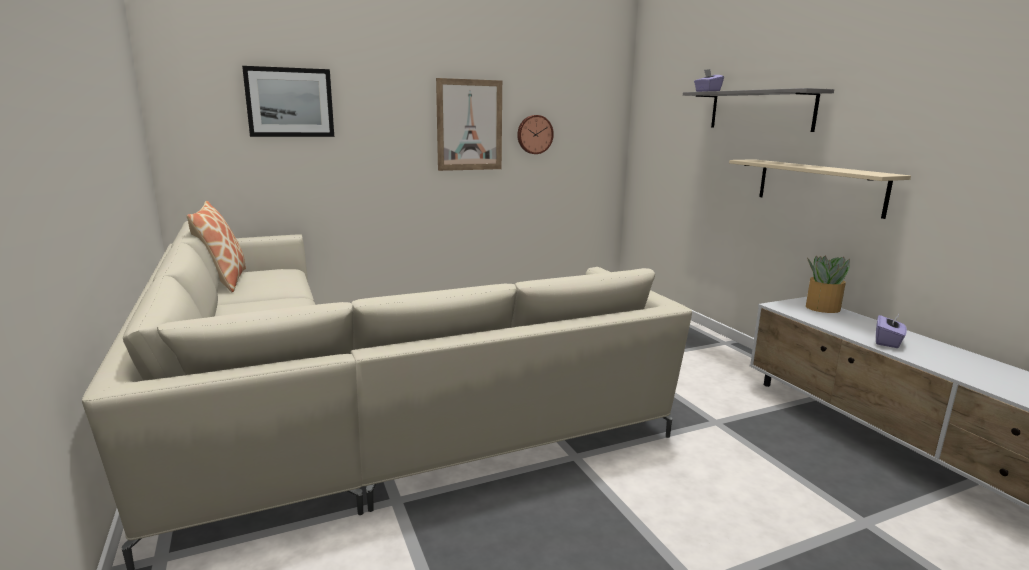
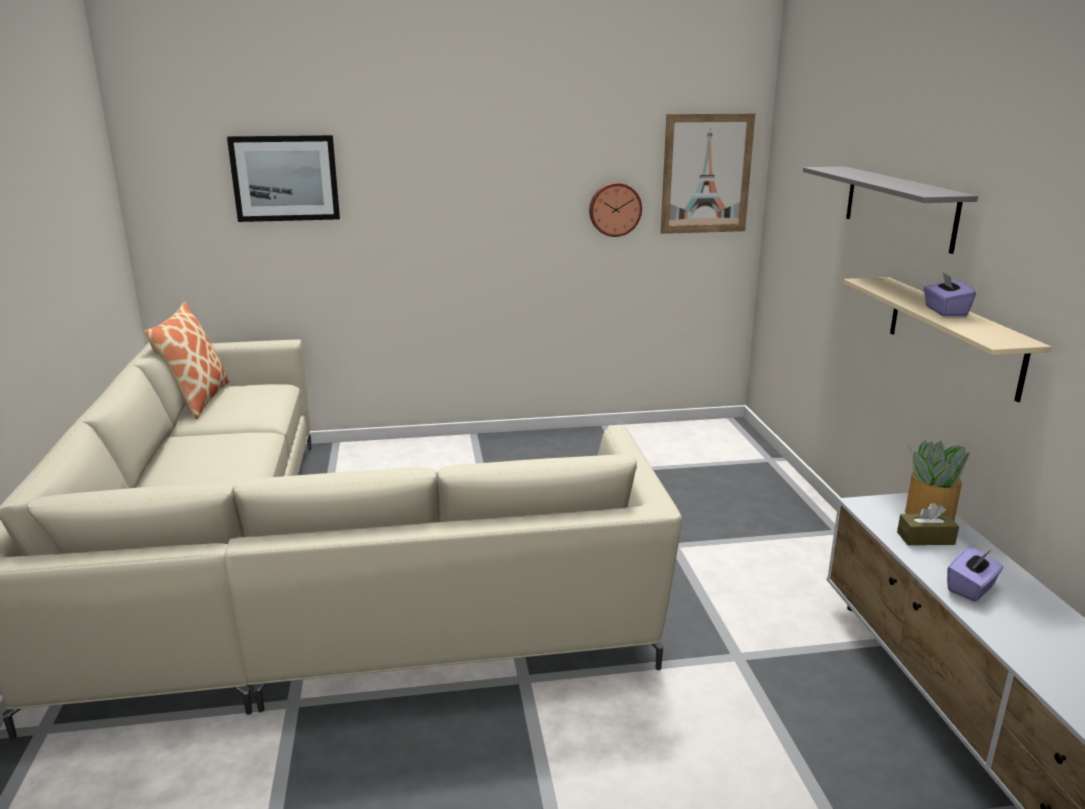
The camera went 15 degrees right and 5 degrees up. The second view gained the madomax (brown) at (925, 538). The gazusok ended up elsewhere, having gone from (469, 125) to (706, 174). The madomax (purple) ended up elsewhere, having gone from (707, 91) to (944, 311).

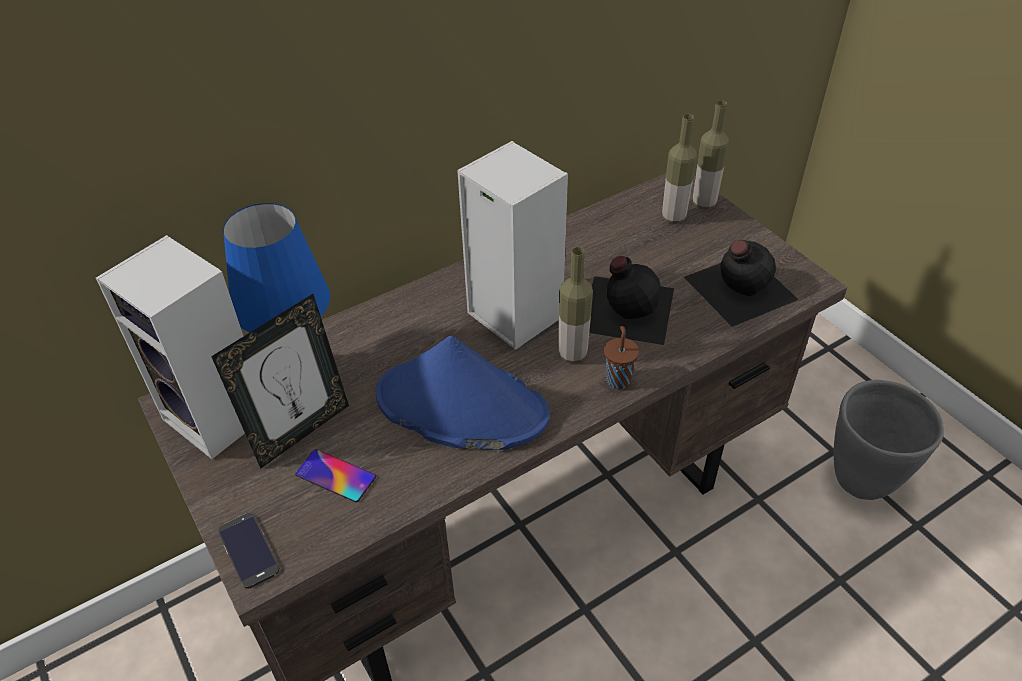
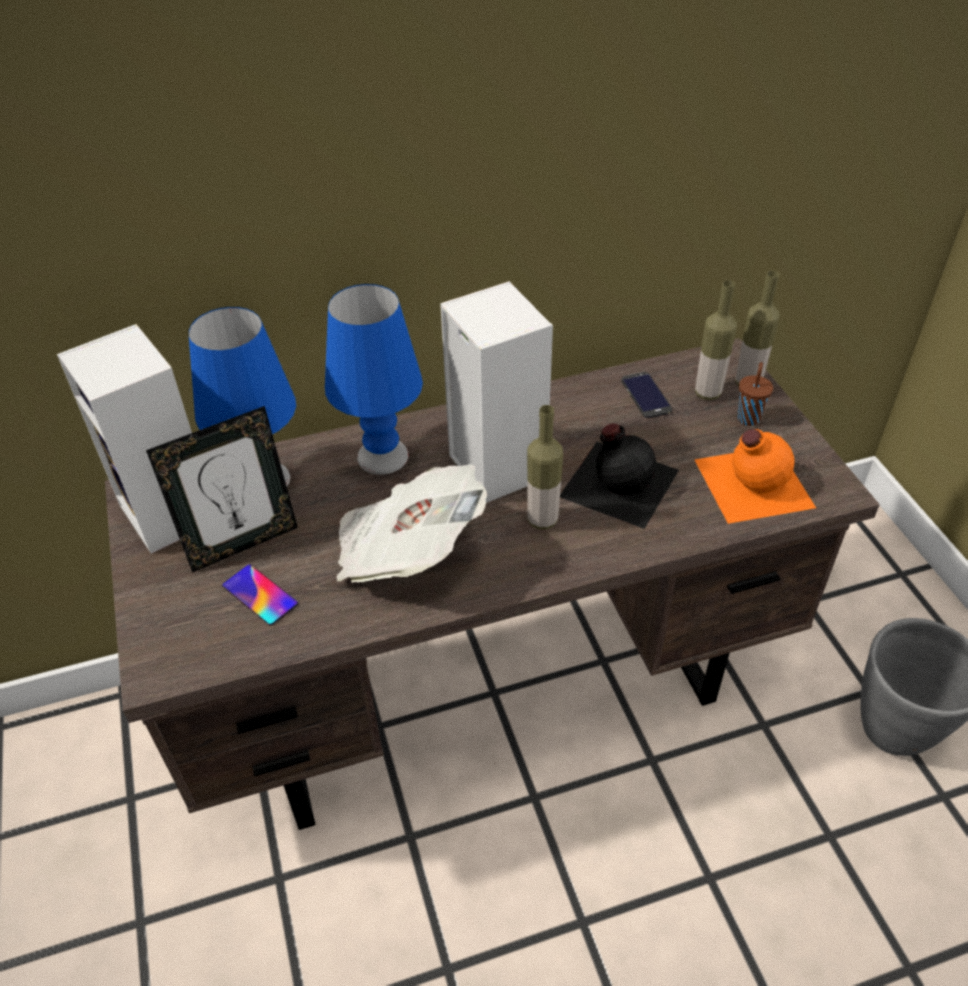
The camera went 15 degrees right and 0 degrees up. The second view gained the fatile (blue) at (382, 456). The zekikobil ended up elsewhere, having gone from (248, 550) to (646, 395). The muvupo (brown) ended up elsewhere, having gone from (618, 379) to (748, 417). Where the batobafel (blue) stood at (460, 406), the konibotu came to stand at (407, 550). What was the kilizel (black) at (738, 287) turned into the kilizel (orange) at (751, 482).

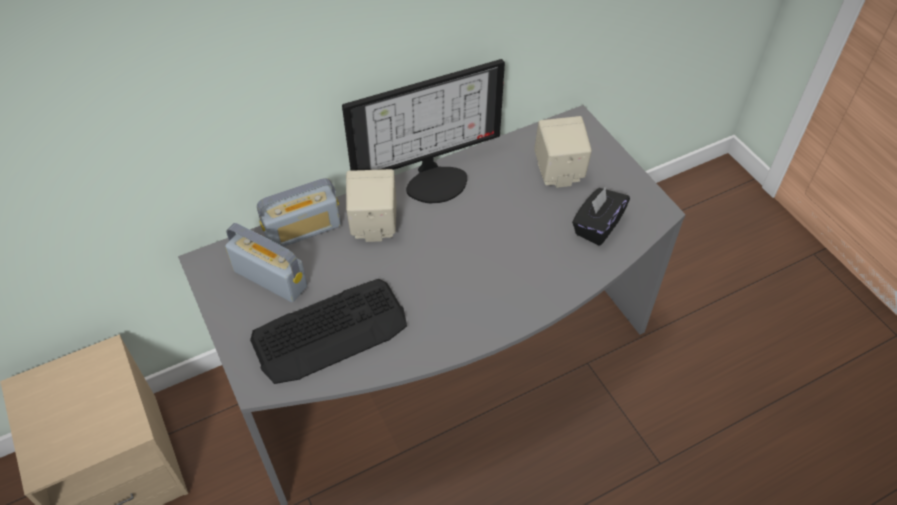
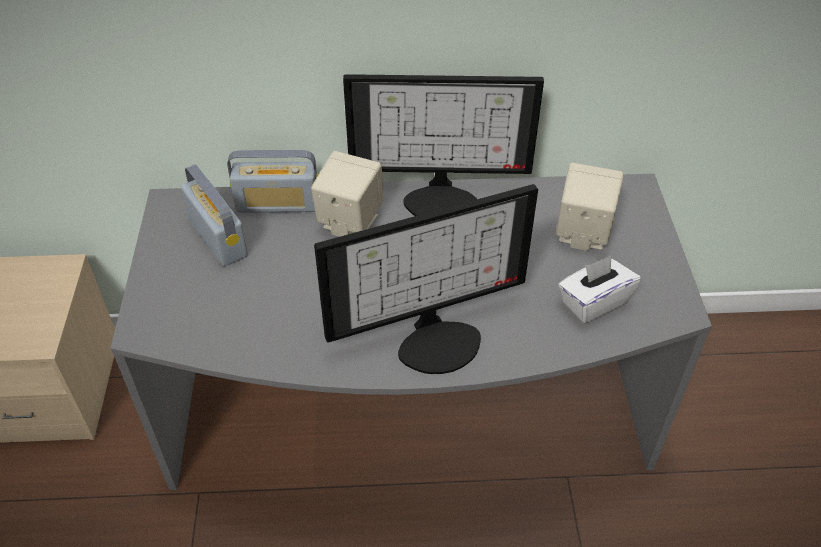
The camera went 25 degrees right and 5 degrees down. The second view lost the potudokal at (331, 331). The second view gained the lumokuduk at (437, 339). What was the madomax (black) at (597, 226) turned into the madomax (white) at (594, 302).

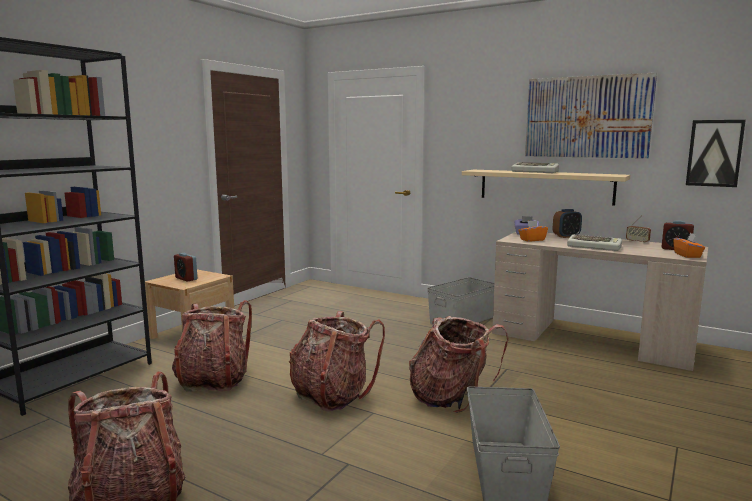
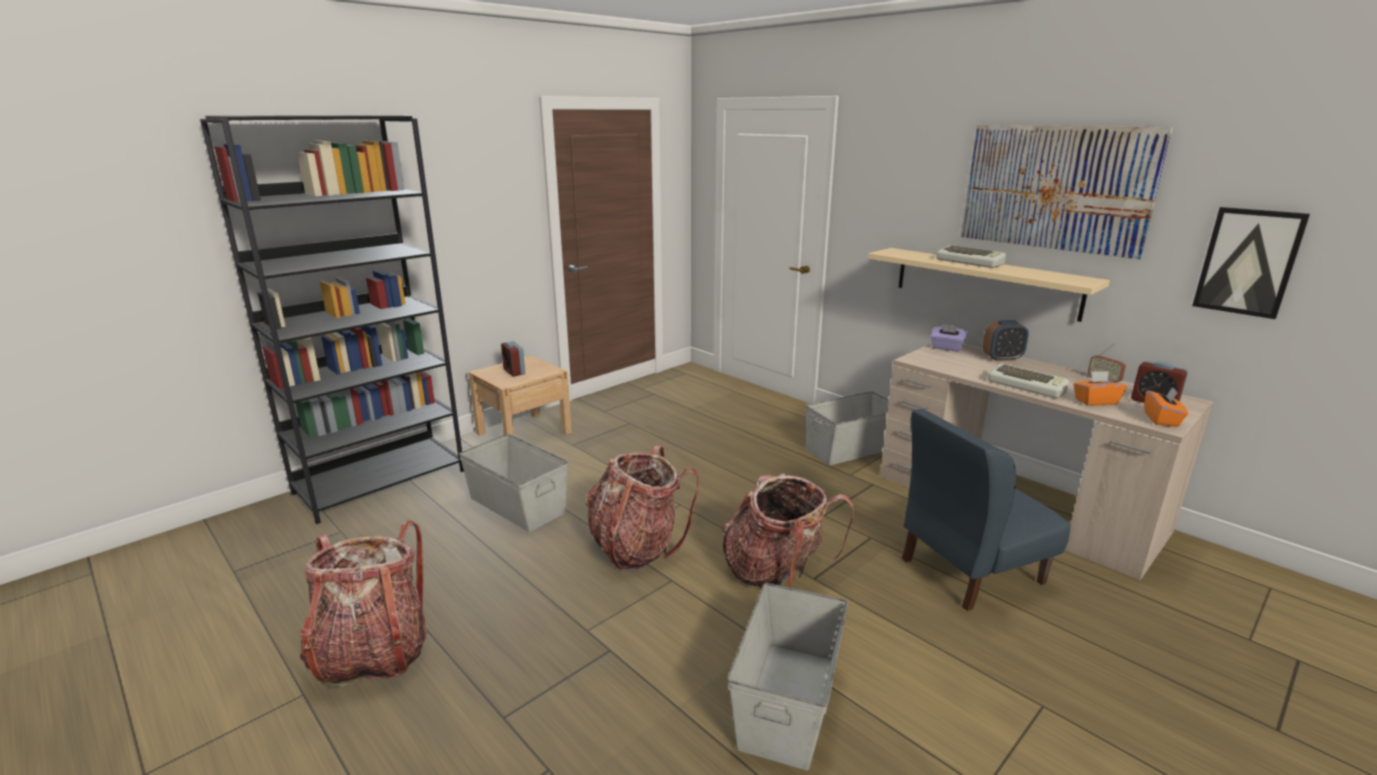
The camera went 15 degrees right and 10 degrees up. The second view gained the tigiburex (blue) at (970, 570). The madomax (orange) ended up elsewhere, having gone from (532, 240) to (1095, 401). Where the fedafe stood at (213, 380), the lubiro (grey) came to stand at (517, 504).

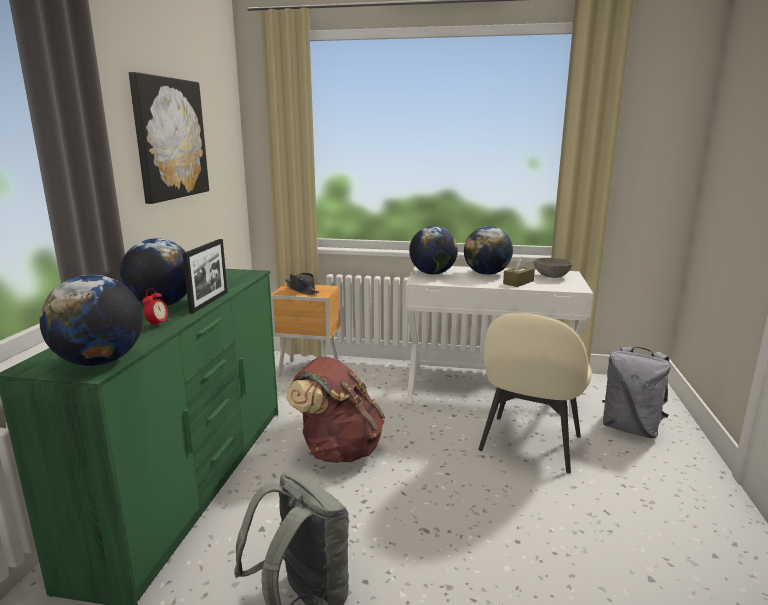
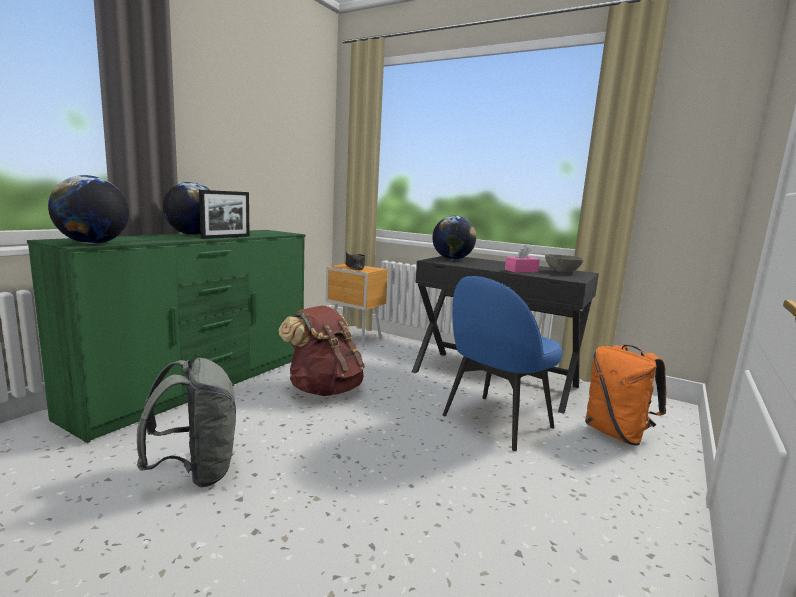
The camera went 20 degrees right and 5 degrees down. The second view lost the gazusok at (170, 139). The second view lost the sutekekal at (157, 324). The second view lost the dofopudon at (486, 274). What was the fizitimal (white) at (489, 391) turned into the fizitimal (black) at (494, 378). What was the tigiburex (beige) at (529, 445) turned into the tigiburex (blue) at (495, 422). What was the madomax (brown) at (518, 282) turned into the madomax (pink) at (521, 270). What was the fedafe (grey) at (631, 428) turned into the fedafe (orange) at (617, 434).

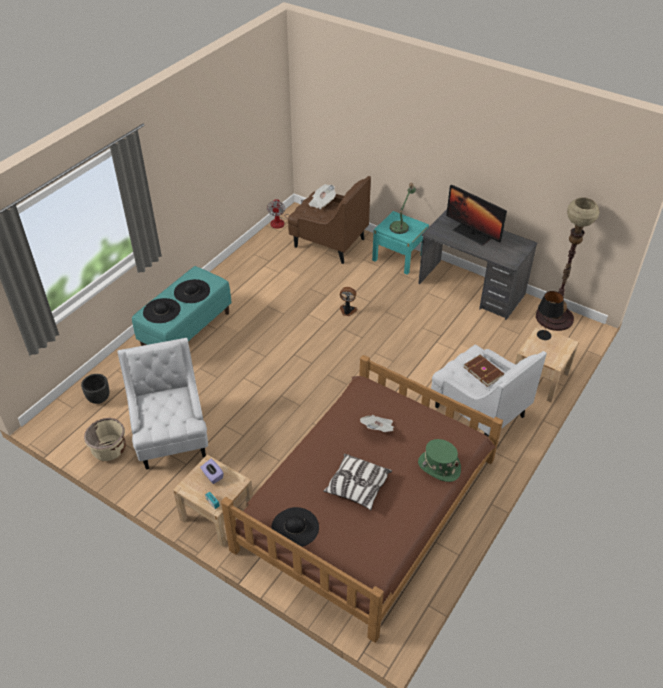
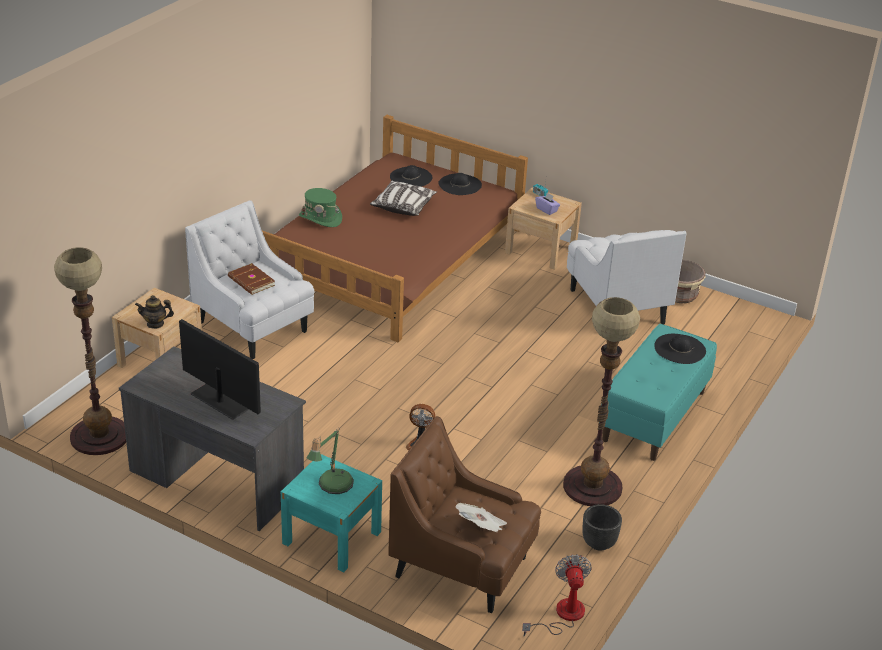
The camera went 175 degrees right and 10 degrees down. The second view lost the konibotu at (378, 429). The second view gained the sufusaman at (592, 487). The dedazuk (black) ended up elsewhere, having gone from (98, 398) to (599, 542). The batobafel (black) ended up elsewhere, having gone from (192, 291) to (411, 177). Where the fatile (black) stood at (543, 335), the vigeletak came to stand at (155, 324).

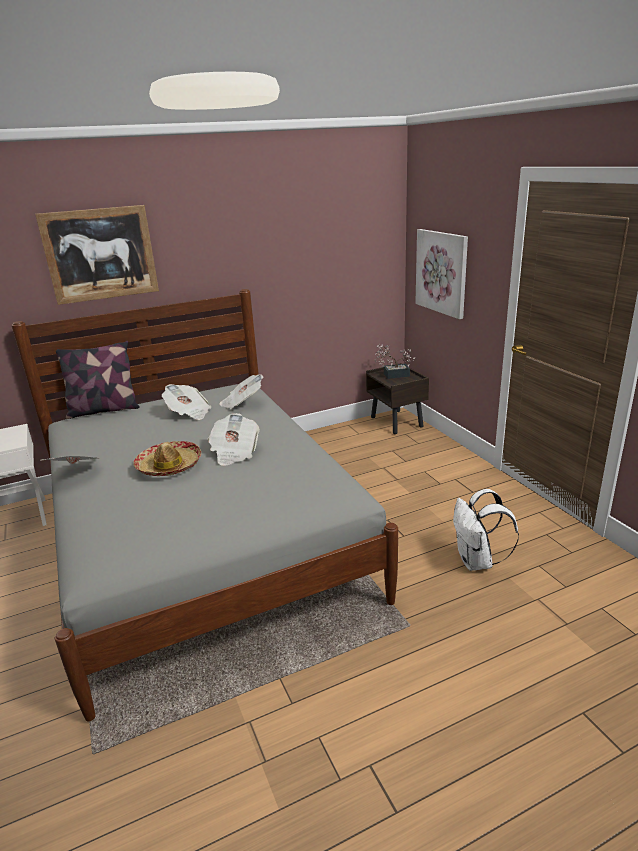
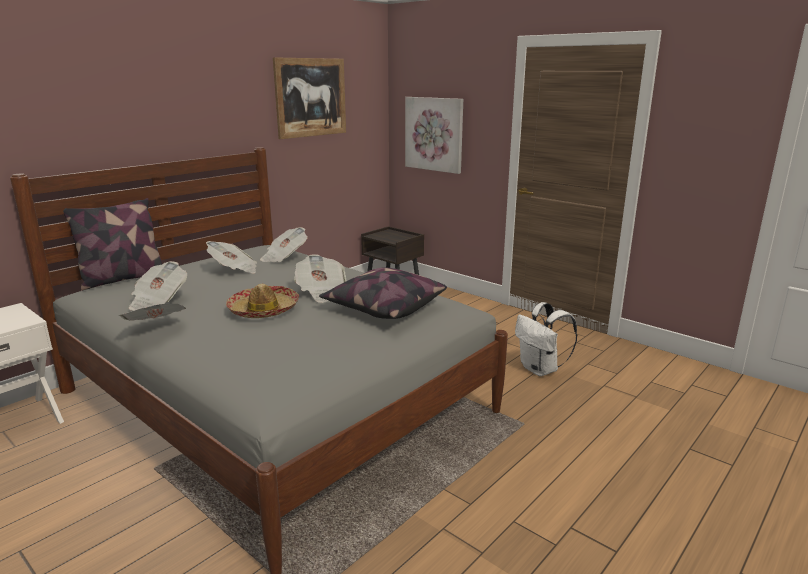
The camera went 25 degrees left and 5 degrees down. The second view lost the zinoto at (393, 375). The second view gained the konibotu at (158, 301). The second view gained the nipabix at (383, 308). The gazusok ended up elsewhere, having gone from (100, 254) to (311, 97).

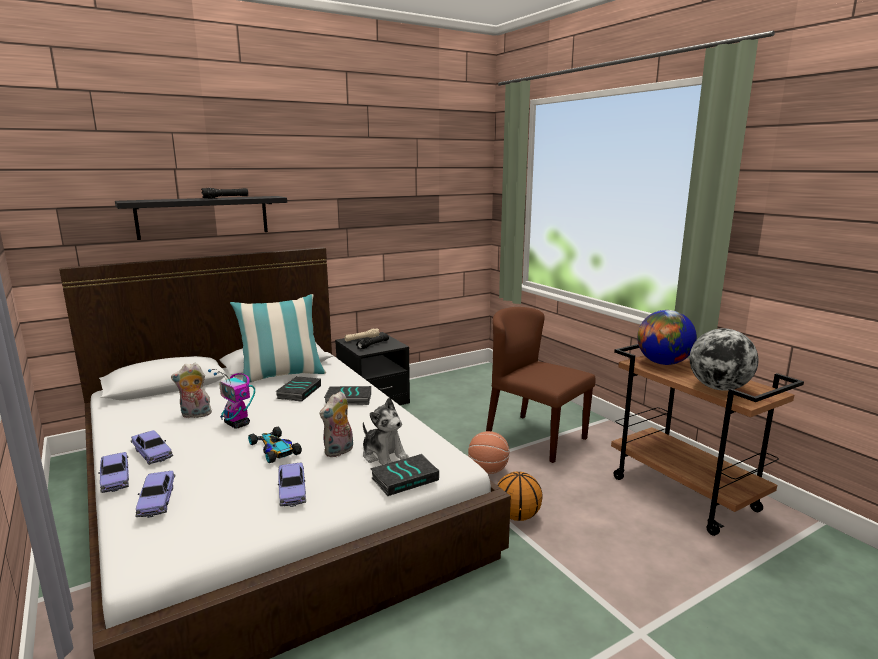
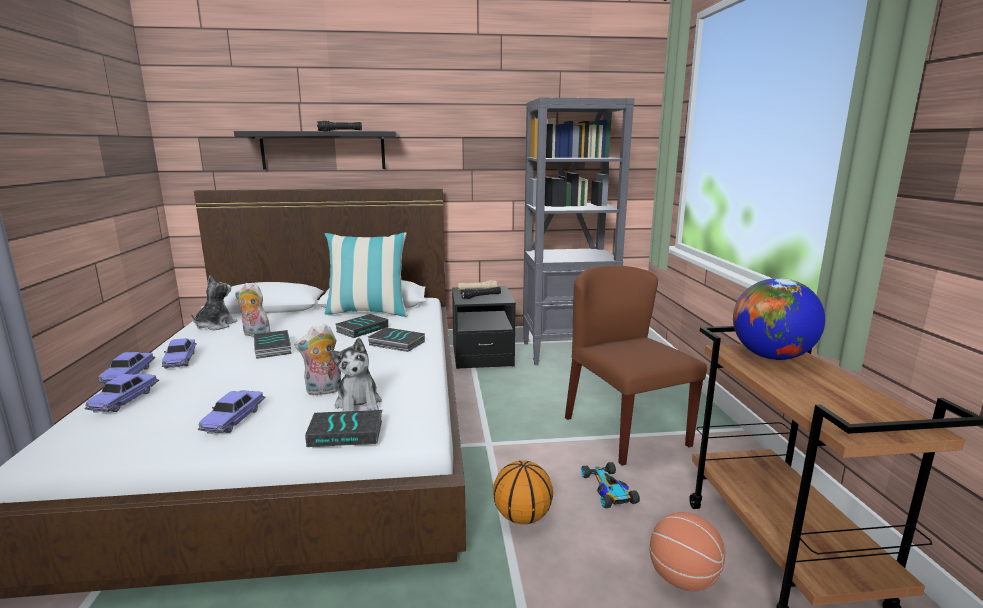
The camera went 25 degrees right and 0 degrees up. The second view lost the dofopudon at (718, 388). The second view gained the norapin at (215, 326). The second view gained the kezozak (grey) at (568, 352). The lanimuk ended up elsewhere, having gone from (275, 450) to (609, 490). The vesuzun ended up elsewhere, having gone from (488, 470) to (683, 579). Where the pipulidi stood at (237, 424), the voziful came to stand at (274, 348).

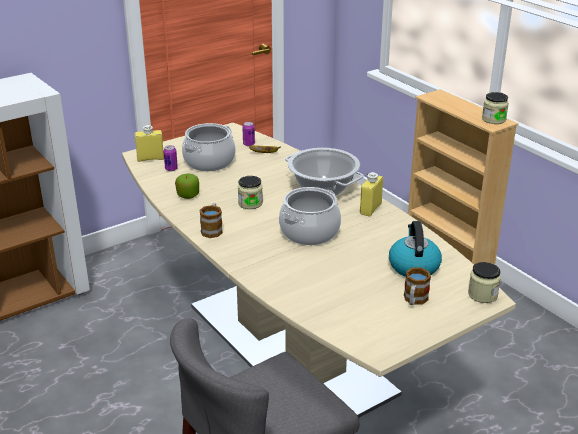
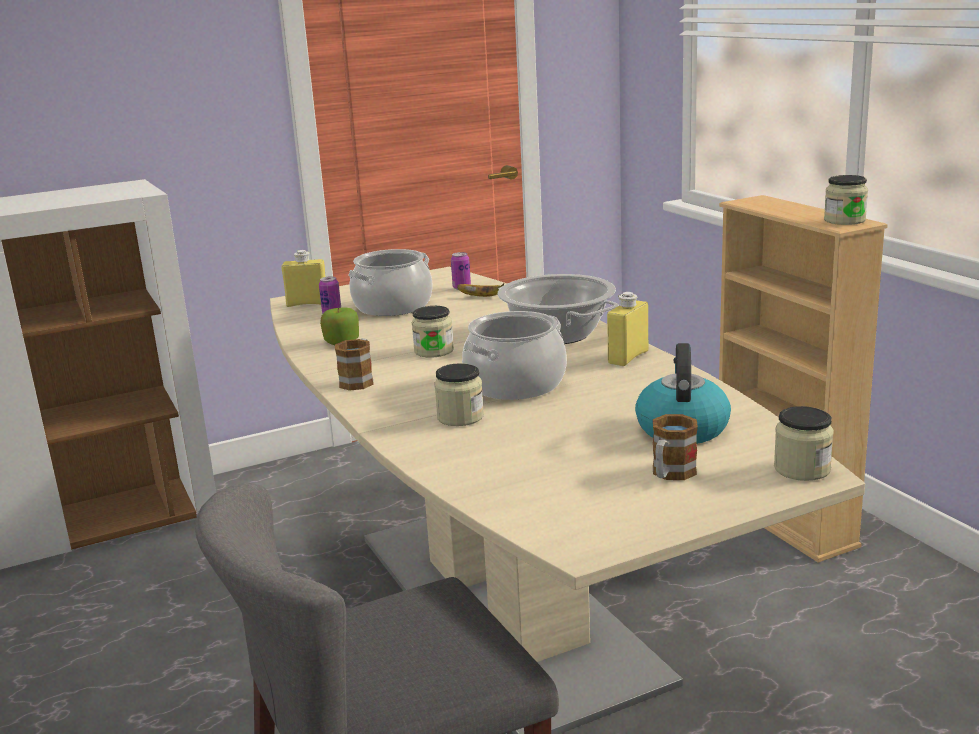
The camera went 10 degrees right and 10 degrees down. The second view gained the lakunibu at (460, 417).

